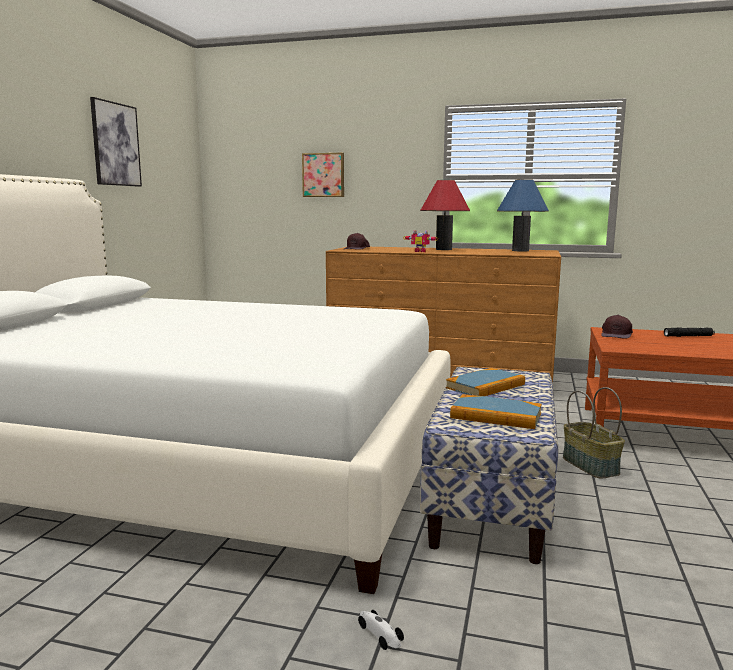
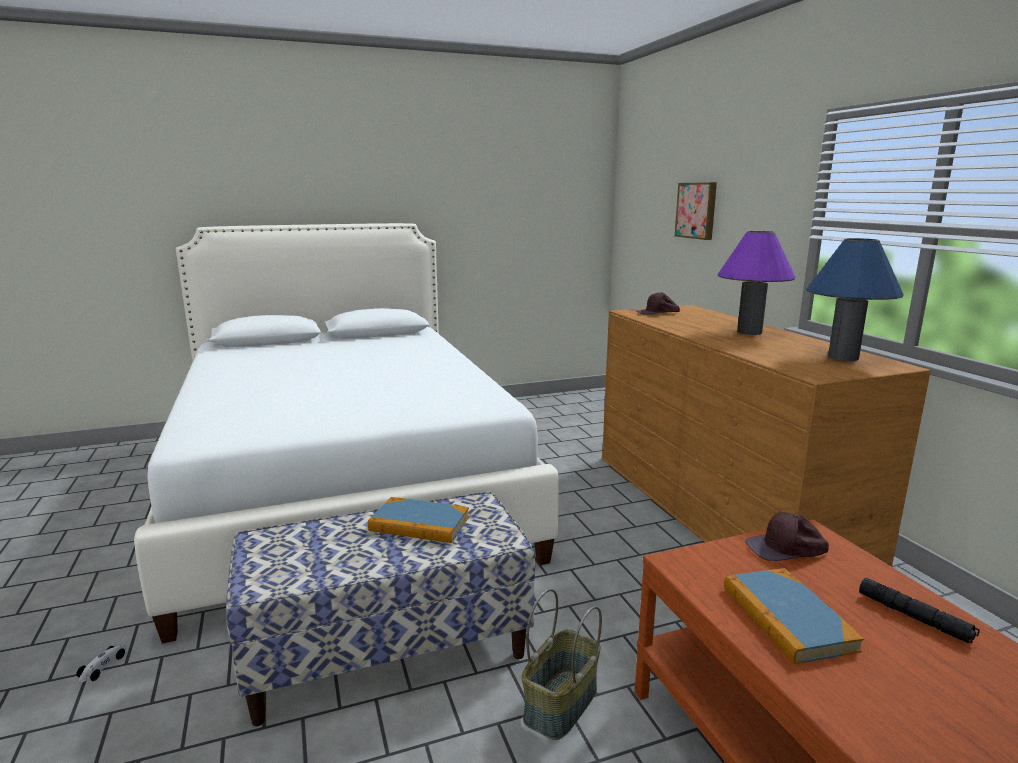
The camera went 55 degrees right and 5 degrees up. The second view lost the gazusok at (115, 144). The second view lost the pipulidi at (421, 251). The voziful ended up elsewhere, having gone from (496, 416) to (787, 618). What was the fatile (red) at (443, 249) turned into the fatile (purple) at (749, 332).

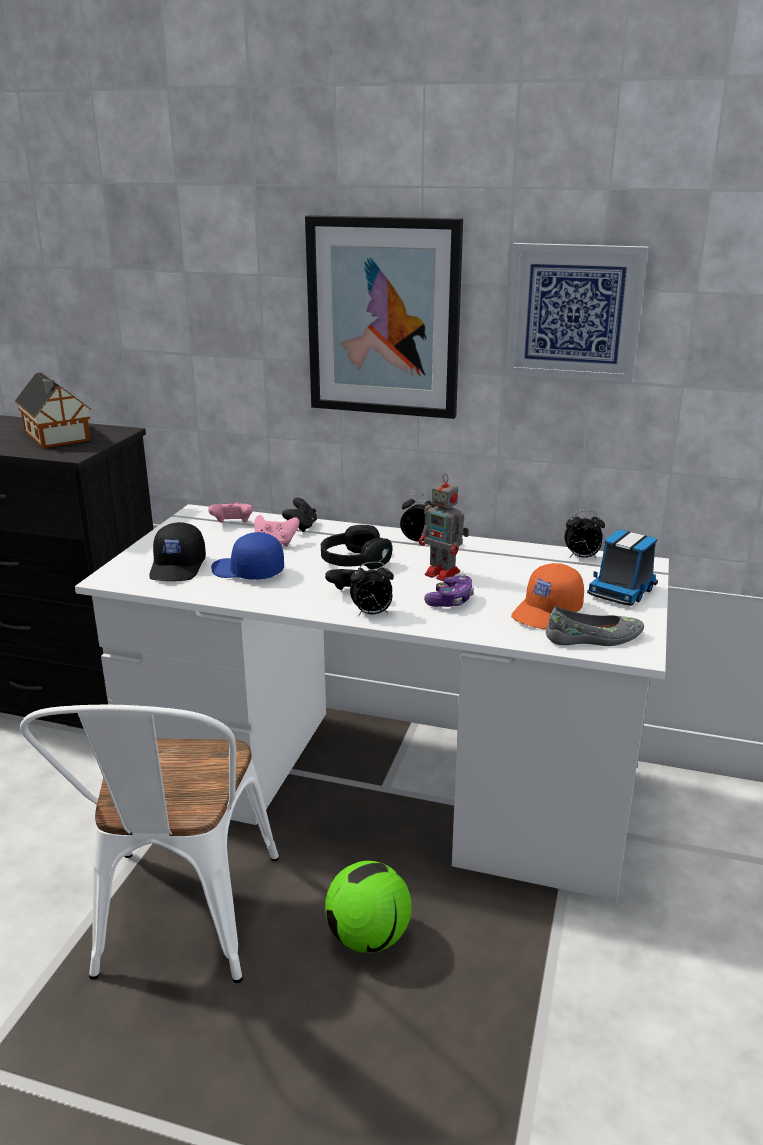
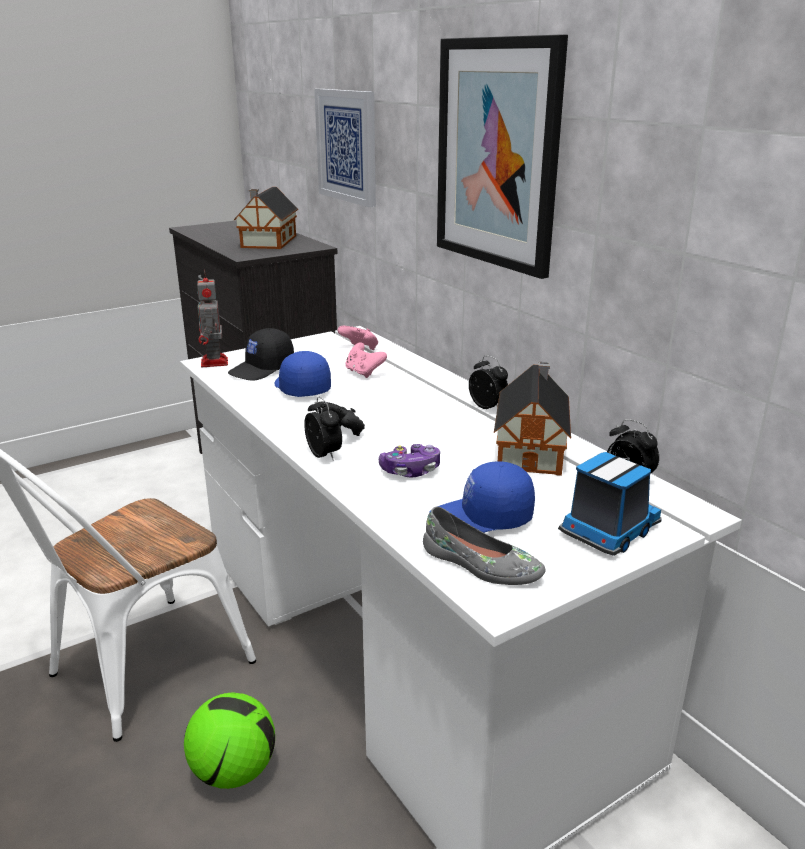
The camera went 40 degrees right and 0 degrees up. The second view lost the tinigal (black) at (301, 527). The second view lost the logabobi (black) at (354, 561). The second view gained the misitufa at (531, 449). The pipulidi ended up elsewhere, having gone from (444, 573) to (214, 363). The gazusok ended up elsewhere, having gone from (574, 312) to (347, 146). What was the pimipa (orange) at (547, 612) turned into the pimipa (blue) at (482, 518). The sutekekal at (372, 614) ended up facing another way, 150 degrees counterclockwise from before. The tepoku at (622, 591) ended up facing another way, 150 degrees clockwise from before.

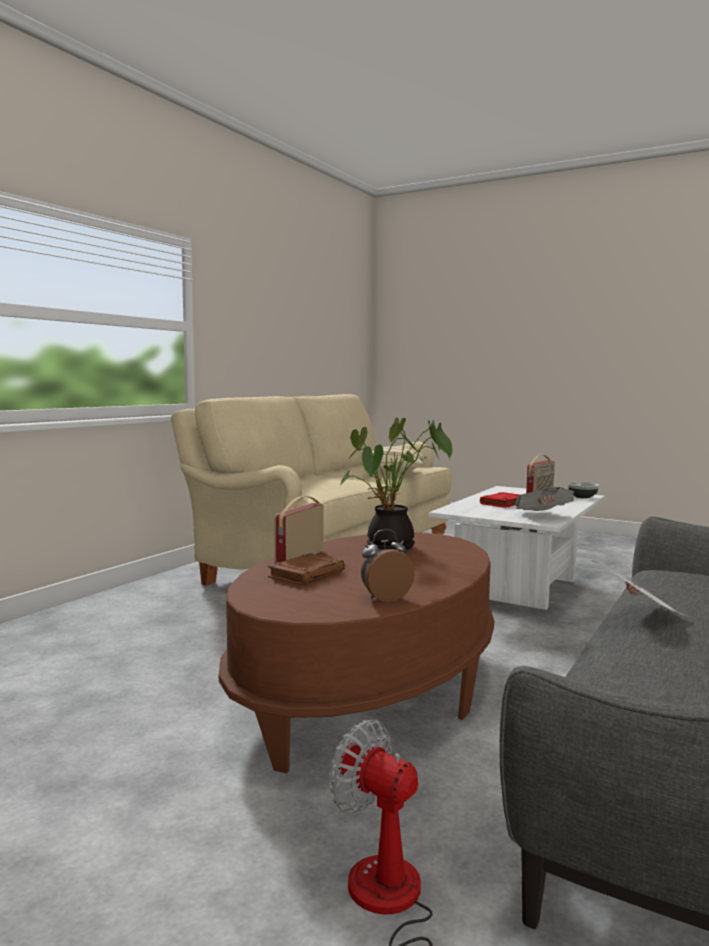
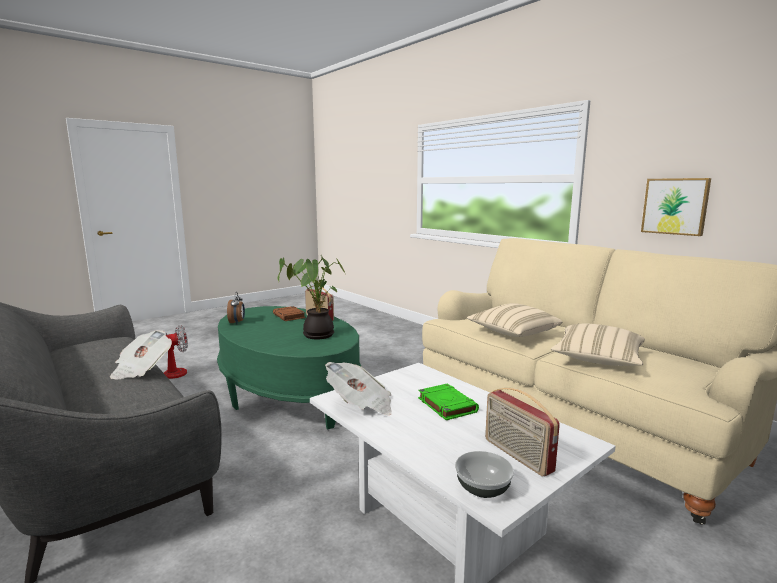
The camera went 110 degrees right and 5 degrees up. The second view gained the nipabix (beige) at (513, 333). The second view gained the gazusok at (675, 206). What was the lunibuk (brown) at (368, 691) turned into the lunibuk (green) at (289, 392). What was the voziful (red) at (503, 503) turned into the voziful (green) at (446, 405).

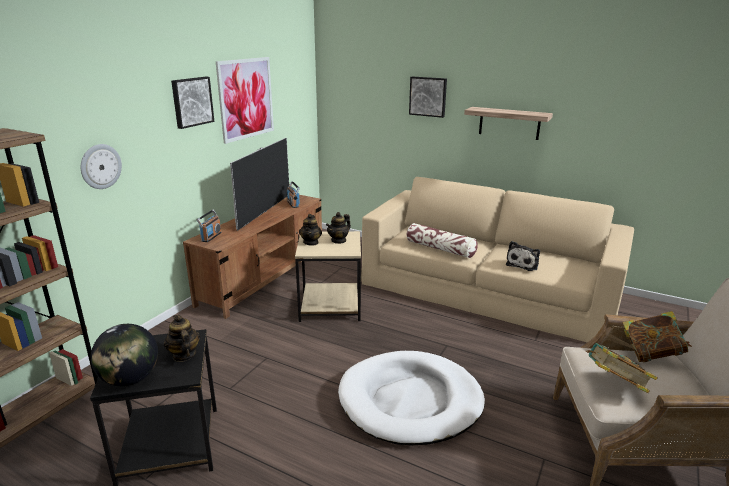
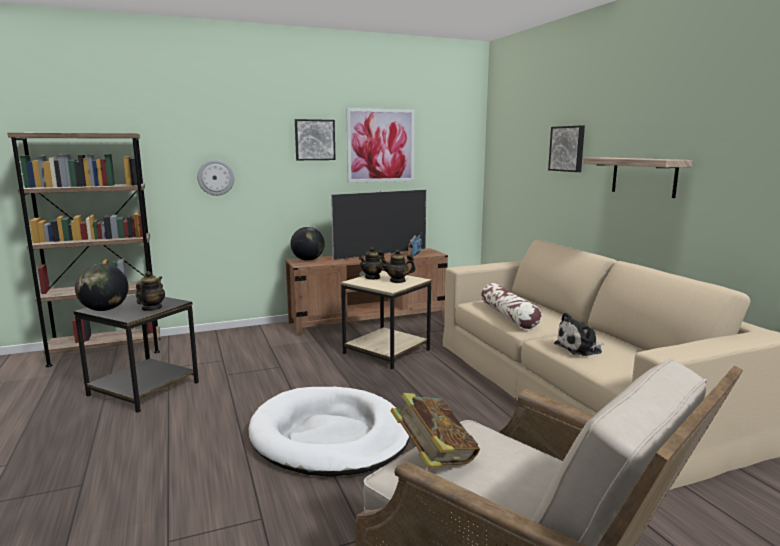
The camera went 40 degrees right and 10 degrees down. The second view lost the voziful at (651, 354). Where the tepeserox stood at (211, 237), the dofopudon came to stand at (308, 260).

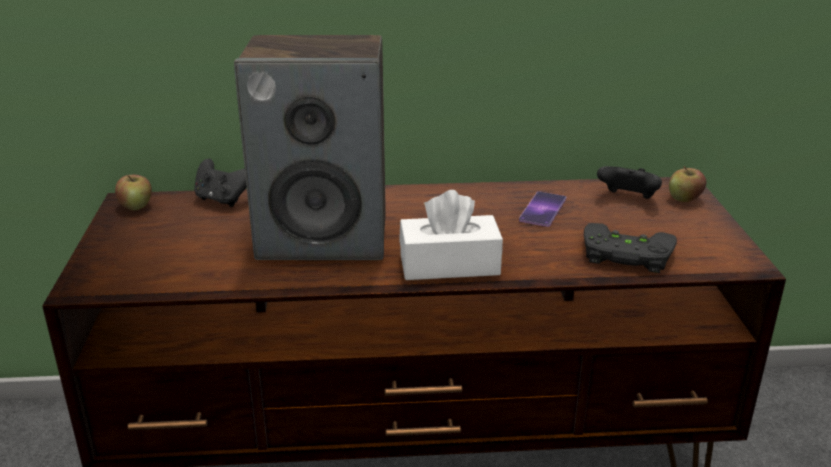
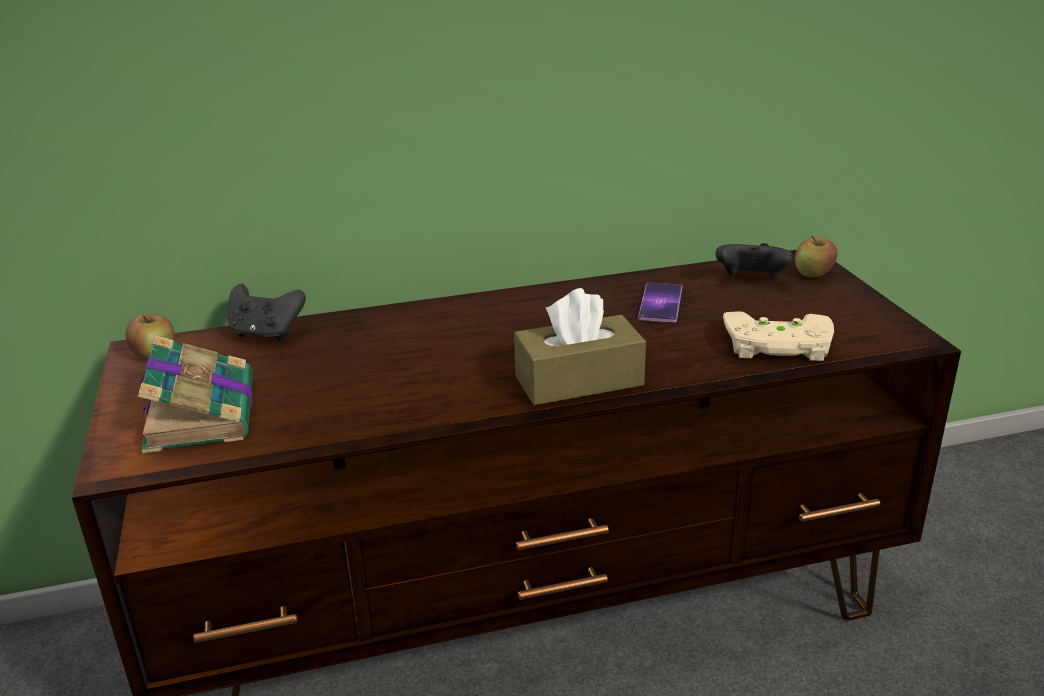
The camera went 10 degrees left and 0 degrees up. The second view lost the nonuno at (324, 238). The second view gained the voziful at (201, 412). What was the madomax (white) at (449, 265) turned into the madomax (brown) at (579, 381). What was the tinigal (black) at (625, 255) turned into the tinigal (beige) at (776, 345).

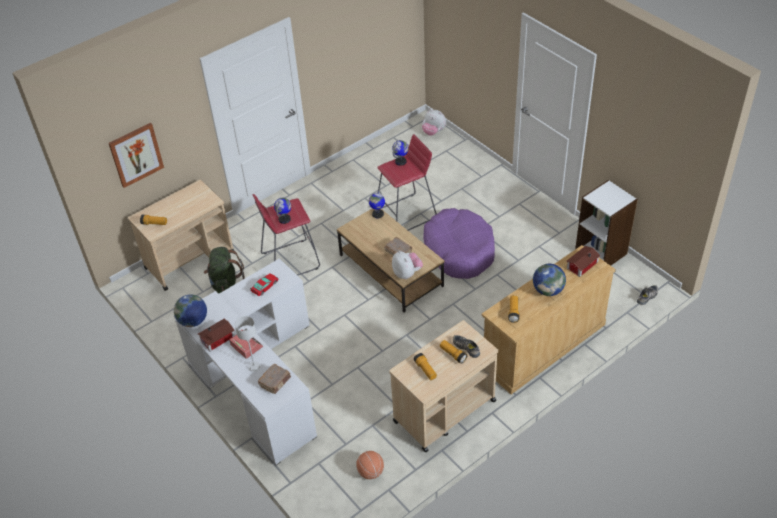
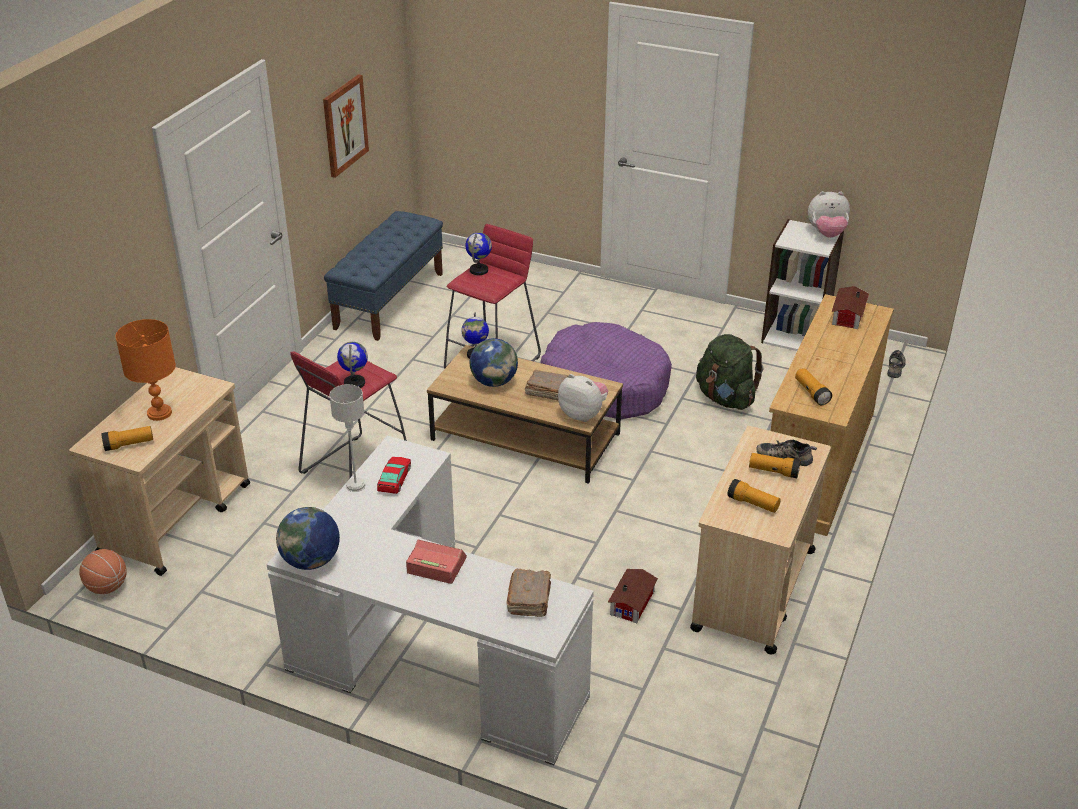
The camera went 30 degrees left and 10 degrees down. The second view gained the fatile (orange) at (159, 413). The second view gained the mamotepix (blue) at (389, 300). The gazusok ended up elsewhere, having gone from (136, 154) to (344, 125). The misitufa ended up elsewhere, having gone from (219, 338) to (634, 602). The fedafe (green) ended up elsewhere, having gone from (225, 283) to (725, 398). The fatile (grey) ended up elsewhere, having gone from (254, 366) to (355, 485). The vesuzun ended up elsewhere, having gone from (371, 472) to (107, 587). The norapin ended up elsewhere, having gone from (433, 132) to (826, 234). The dofopudon ended up elsewhere, having gone from (548, 290) to (494, 382).

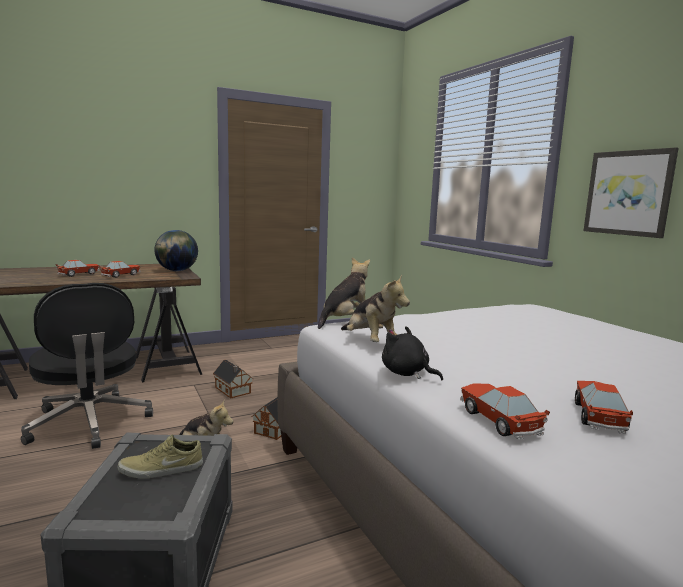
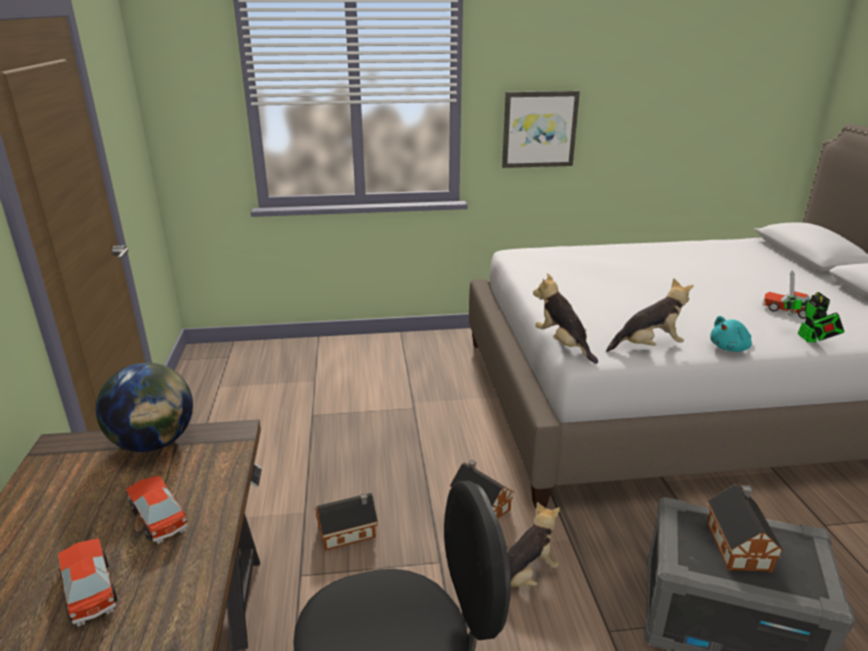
The camera went 70 degrees left and 15 degrees up. Where the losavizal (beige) stood at (161, 469), the misitufa came to stand at (738, 544). Where the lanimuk stood at (498, 420), the pipulidi came to stand at (808, 339). What was the norapin (black) at (407, 373) turned into the norapin (turquoise) at (730, 348).

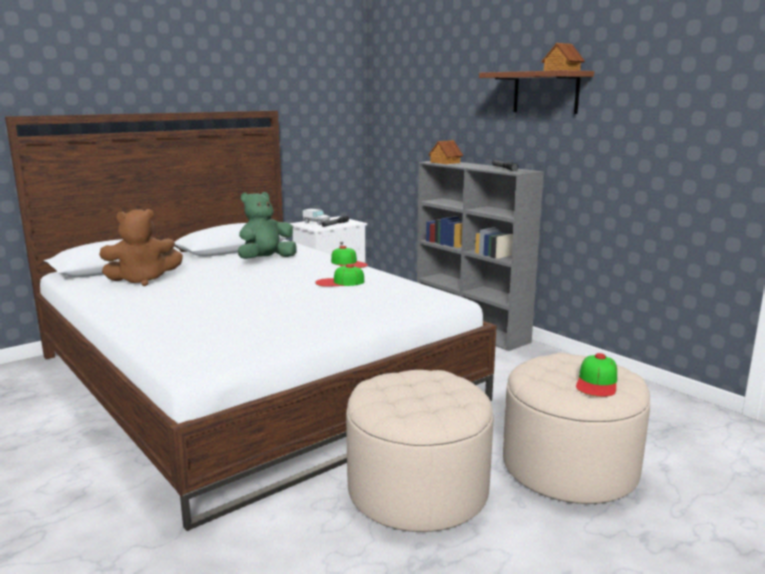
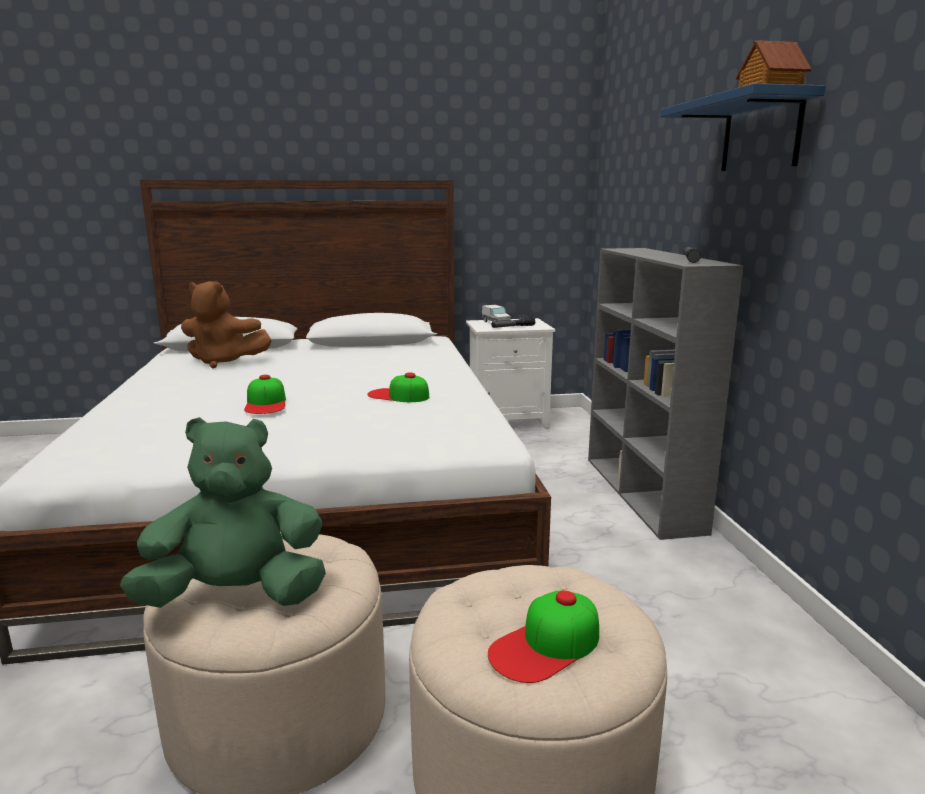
The camera went 30 degrees right and 0 degrees up. The second view lost the misitufa at (444, 162). The norapin (green) ended up elsewhere, having gone from (266, 260) to (237, 596). The pimipa ended up elsewhere, having gone from (349, 263) to (266, 403). What was the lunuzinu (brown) at (545, 92) turned into the lunuzinu (blue) at (760, 134).

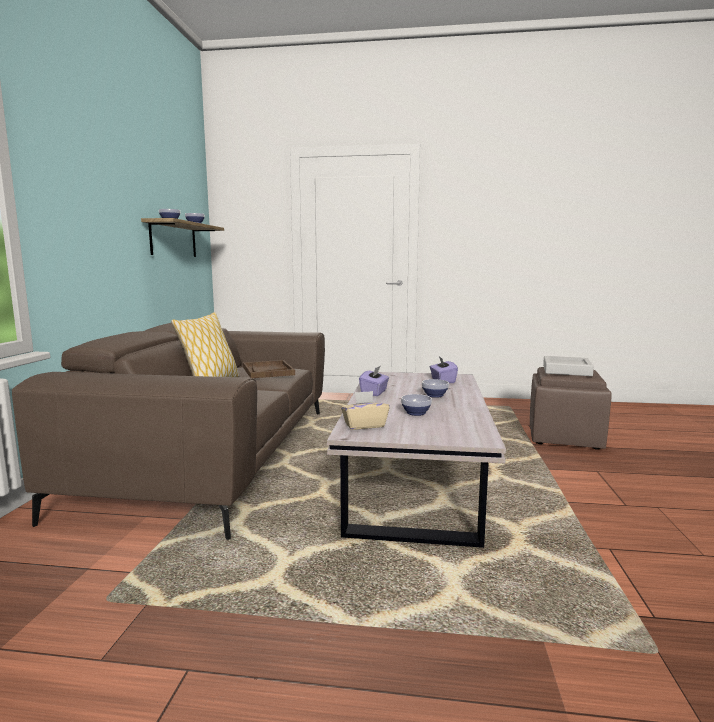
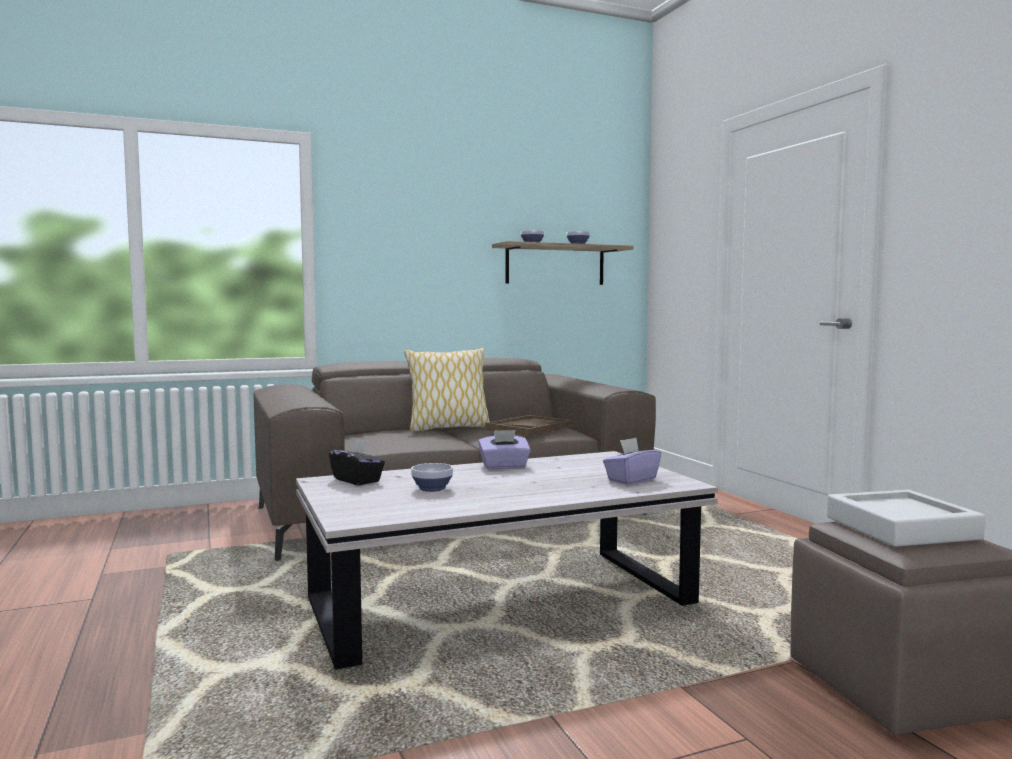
The camera went 60 degrees right and 5 degrees down. The second view lost the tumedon at (434, 395). What was the madomax (beige) at (364, 425) turned into the madomax (black) at (357, 480).

